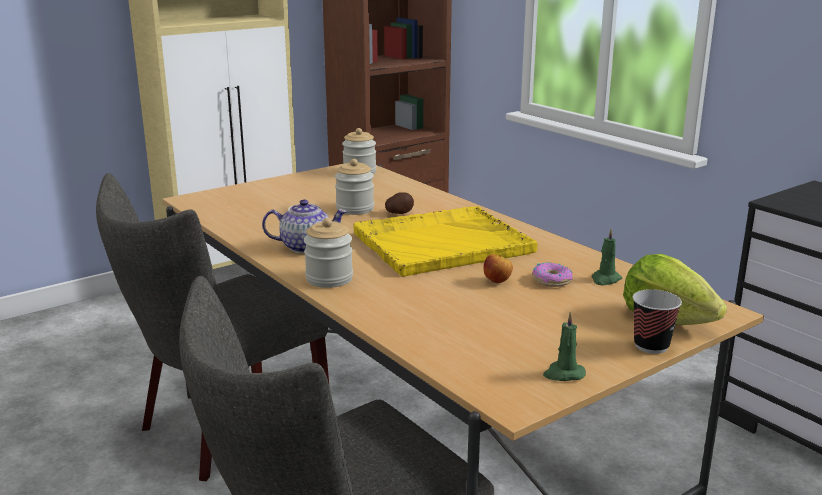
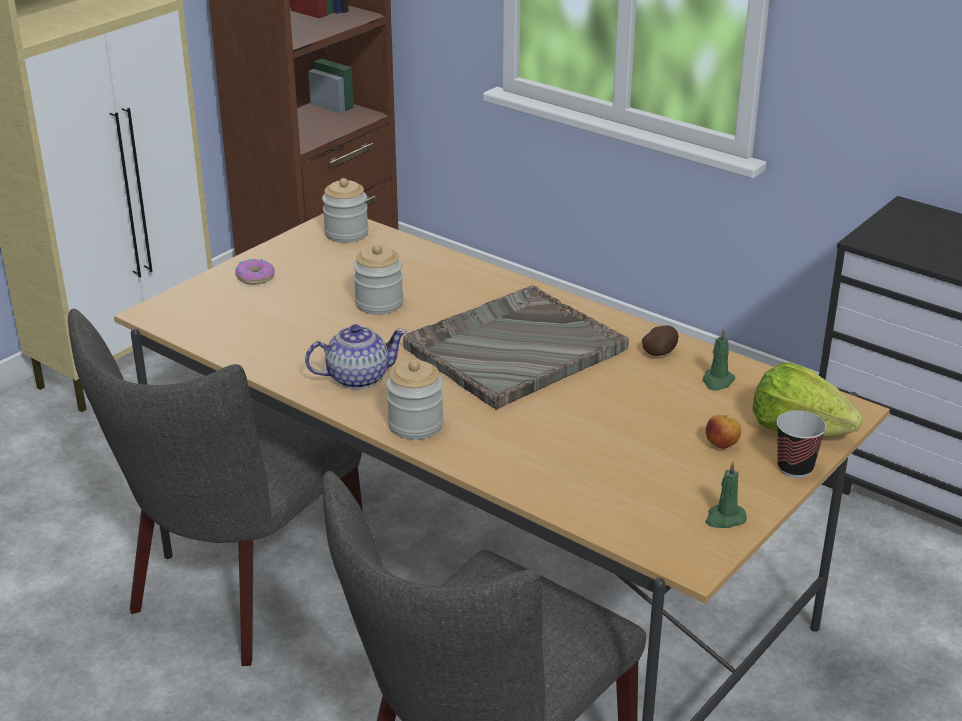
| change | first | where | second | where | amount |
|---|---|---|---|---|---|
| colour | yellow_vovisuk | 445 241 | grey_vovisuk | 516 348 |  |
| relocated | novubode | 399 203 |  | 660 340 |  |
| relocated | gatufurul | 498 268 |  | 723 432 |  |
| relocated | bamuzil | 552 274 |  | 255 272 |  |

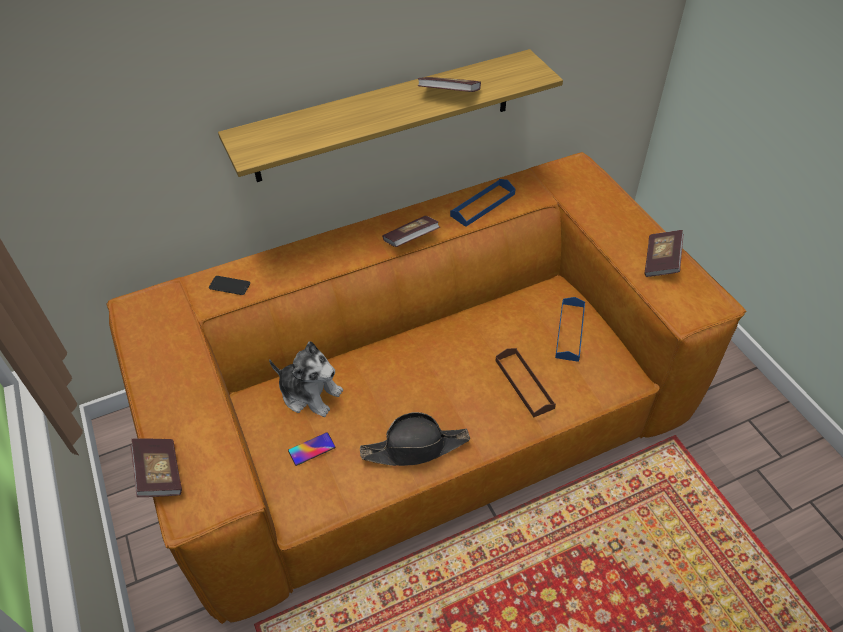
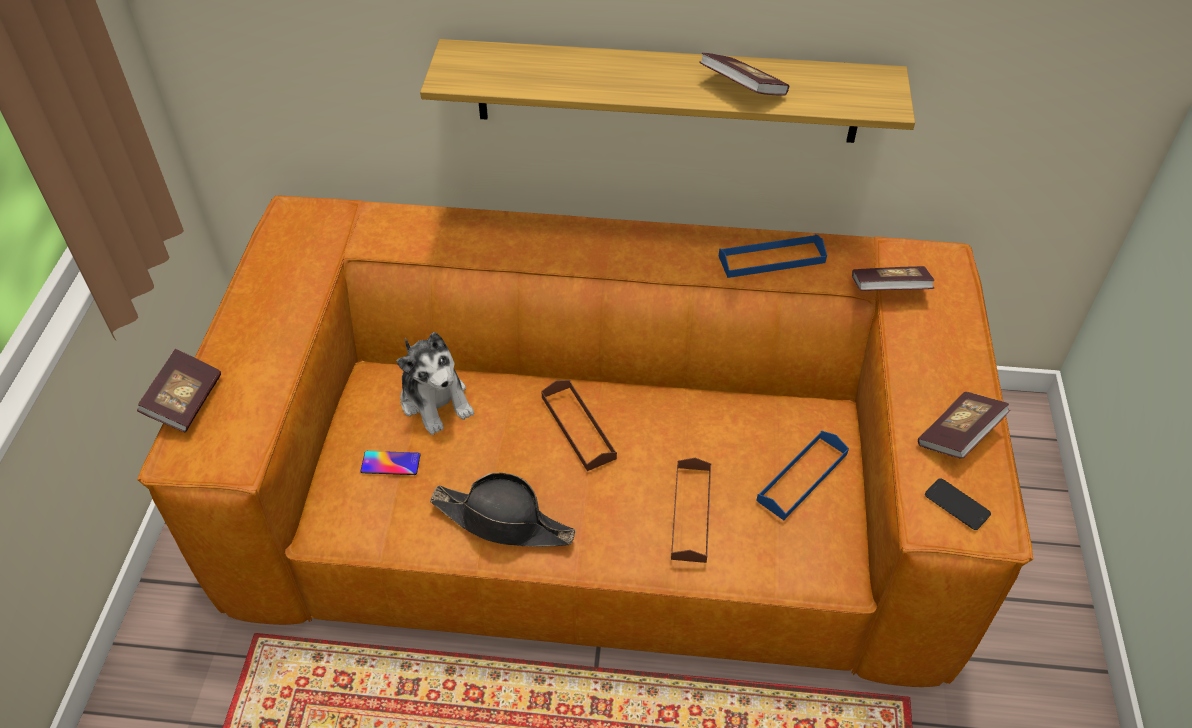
| change | first | where | second | where | amount |
|---|---|---|---|---|---|
| relocated | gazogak | 229 285 |  | 958 504 |  |
| relocated | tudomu | 411 231 |  | 893 278 |  |
| appeared |  |  | brown_vovisuk | 579 425 |  |

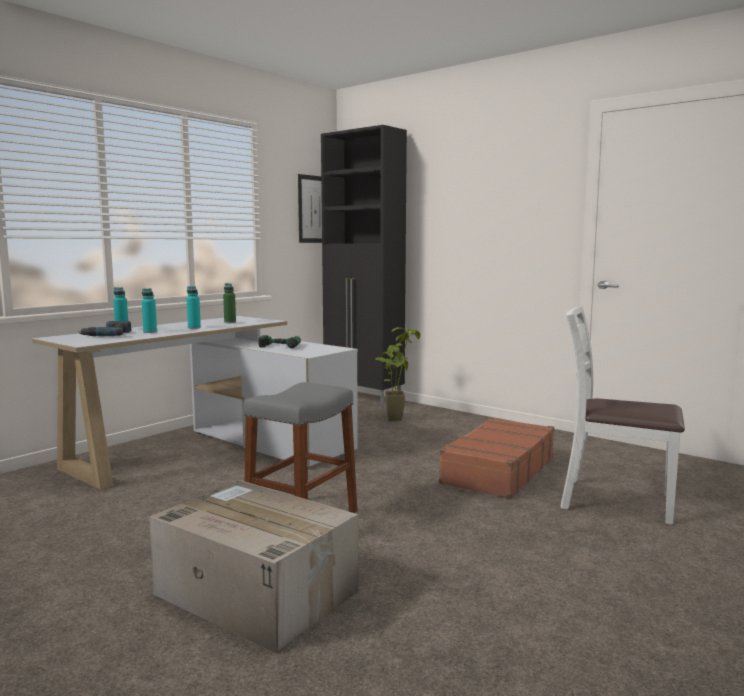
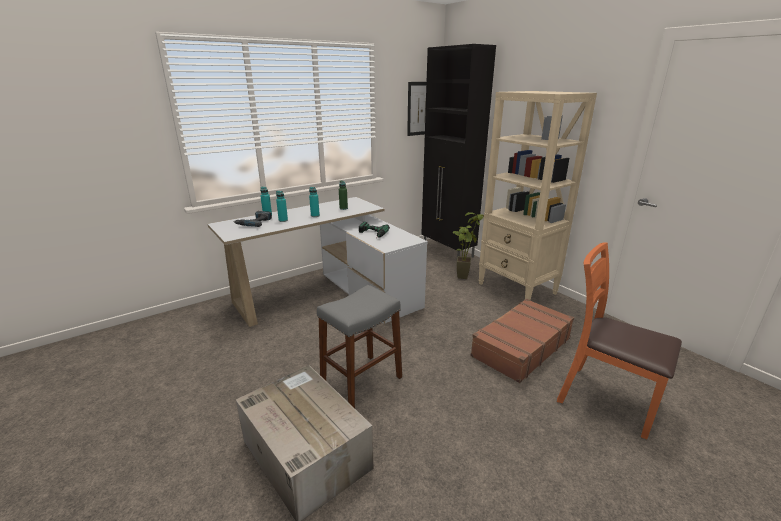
| change | first | where | second | where | amount |
|---|---|---|---|---|---|
| colour | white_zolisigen | 623 415 | orange_zolisigen | 619 341 |  |
| appeared |  |  | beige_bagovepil | 537 195 |  |

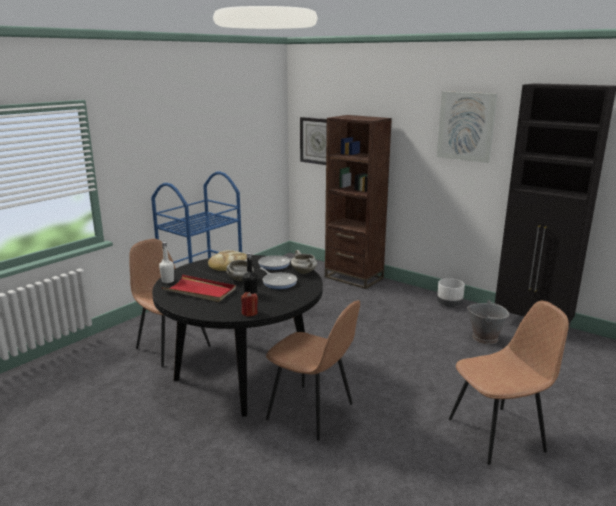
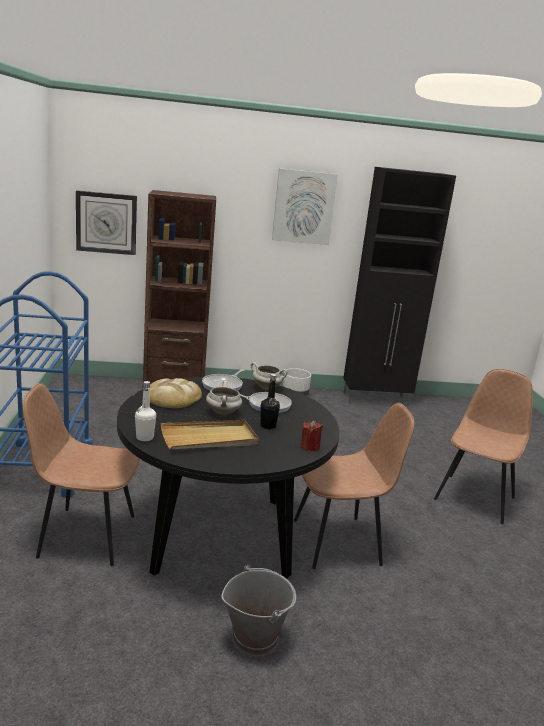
| change | first | where | second | where | amount |
|---|---|---|---|---|---|
| colour | red_vovisuk | 199 288 | beige_vovisuk | 209 434 |  |
| relocated | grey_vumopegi | 488 322 |  | 258 610 |  |

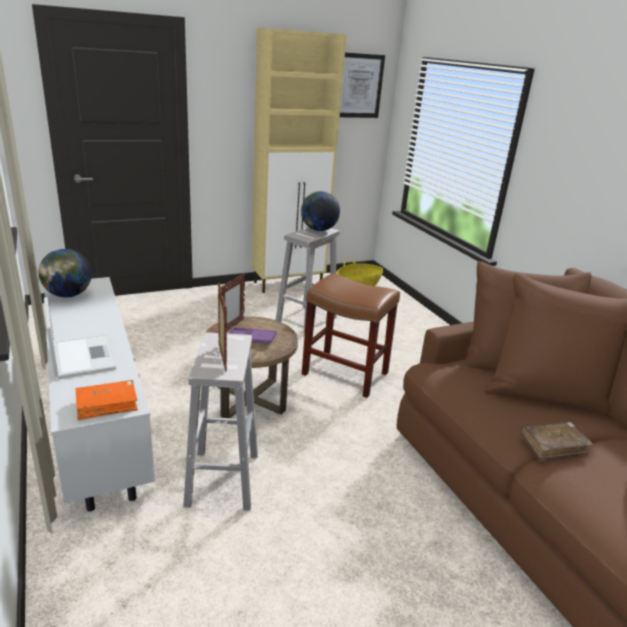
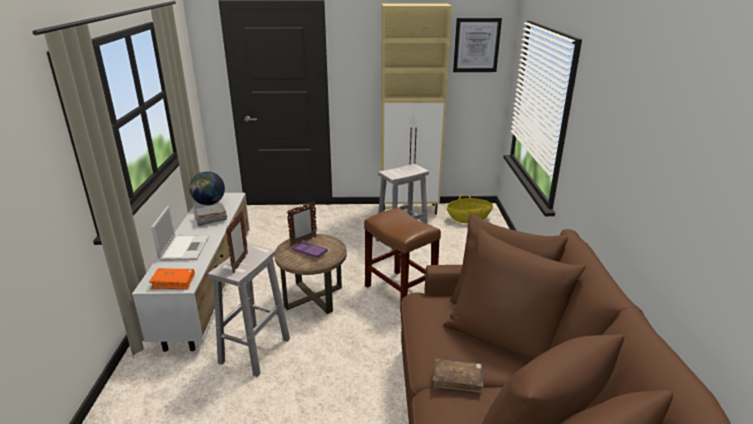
| change | first | where | second | where | amount |
|---|---|---|---|---|---|
| missing | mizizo | 320 211 |  |  |  |
| appeared |  |  | grey_tudomu | 210 215 |  |

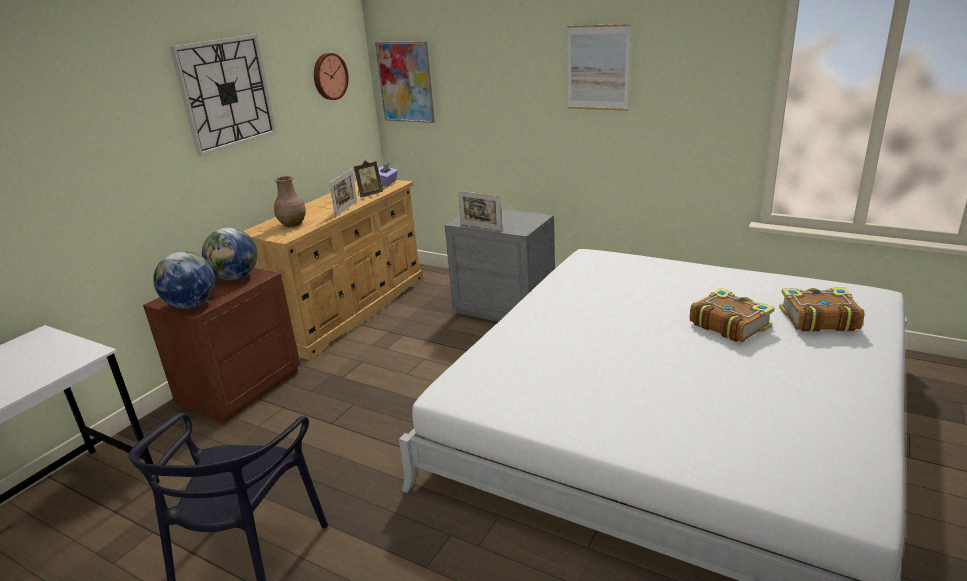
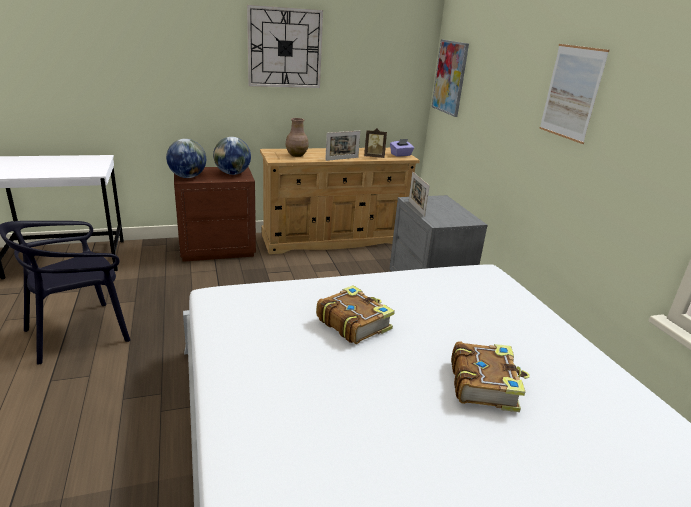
| change | first | where | second | where | amount |
|---|---|---|---|---|---|
| missing | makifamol | 331 76 |  |  |  |
| relocated | tudomu | 821 309 |  | 355 314 |  |

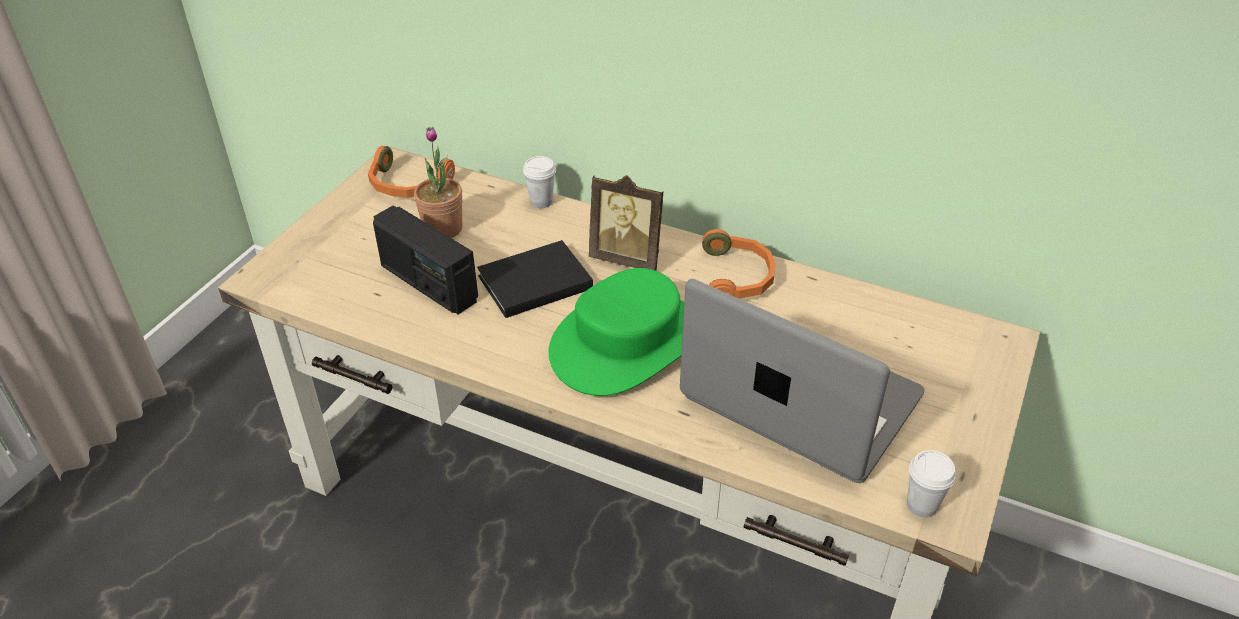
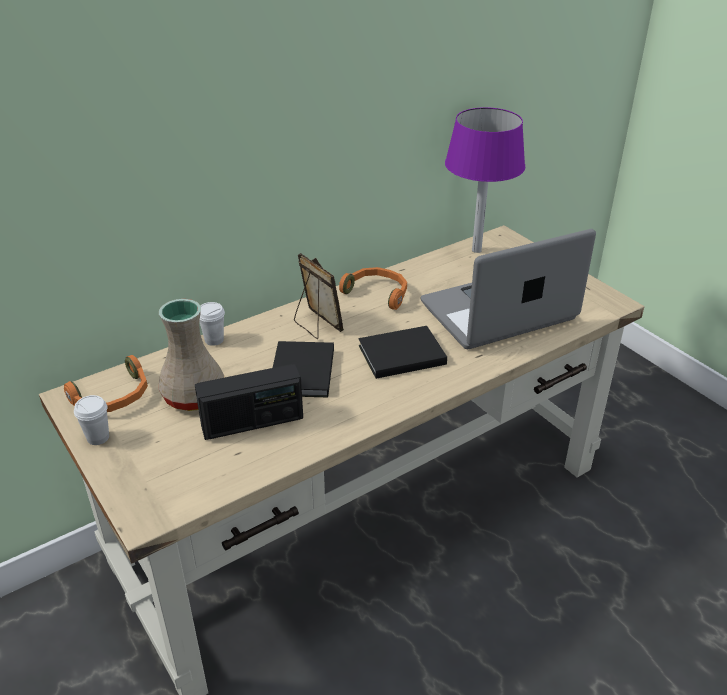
| change | first | where | second | where | amount |
|---|---|---|---|---|---|
| exchanged | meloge | 438 182 | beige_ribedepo | 191 355 |  |
| exchanged | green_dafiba | 616 332 | black_tudomu | 403 352 |  |
| spun | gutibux | 626 223 |  | 319 296 | 90 degrees counterclockwise |
| relocated | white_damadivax | 931 483 |  | 91 420 |  |
| appeared |  |  | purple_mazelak | 485 180 |  |

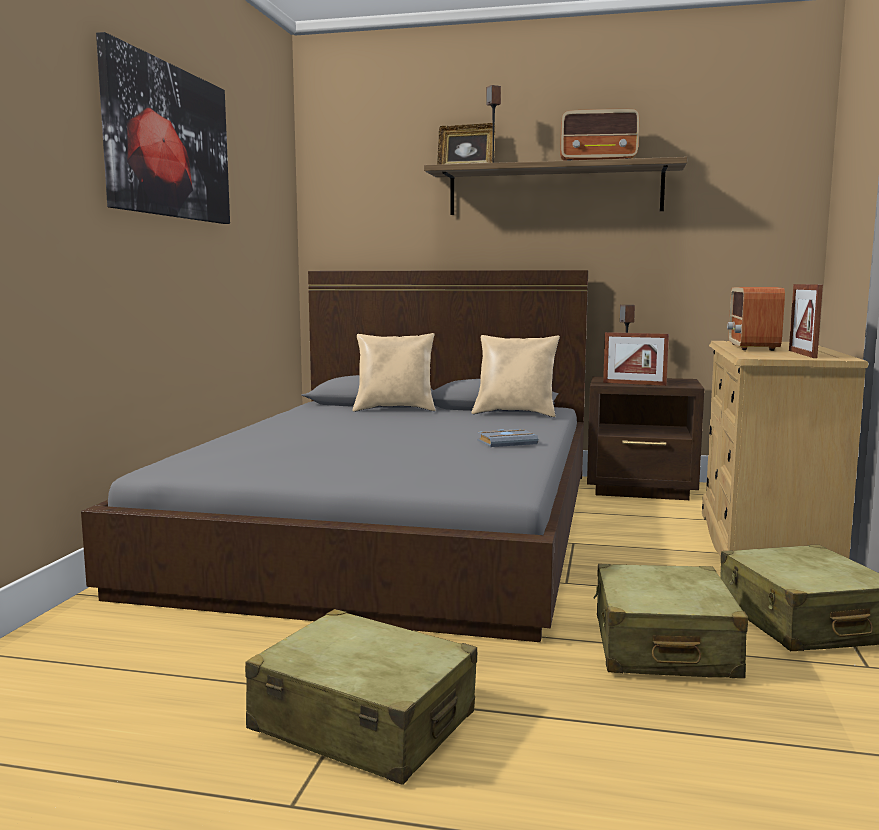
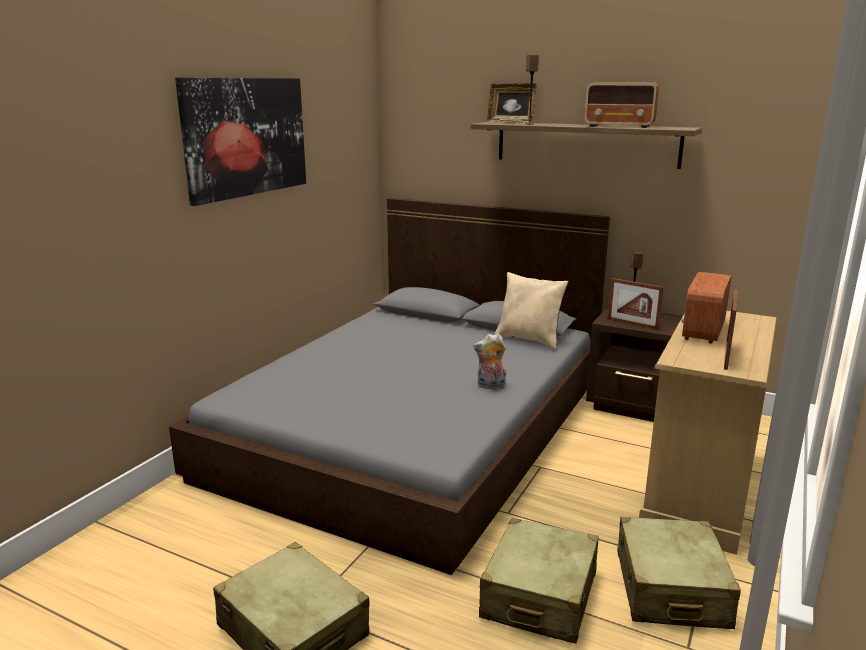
| change | first | where | second | where | amount |
|---|---|---|---|---|---|
| missing | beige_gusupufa | 393 372 |  |  |  |
| exchanged | grey_tudomu | 507 438 | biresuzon | 490 362 |  |

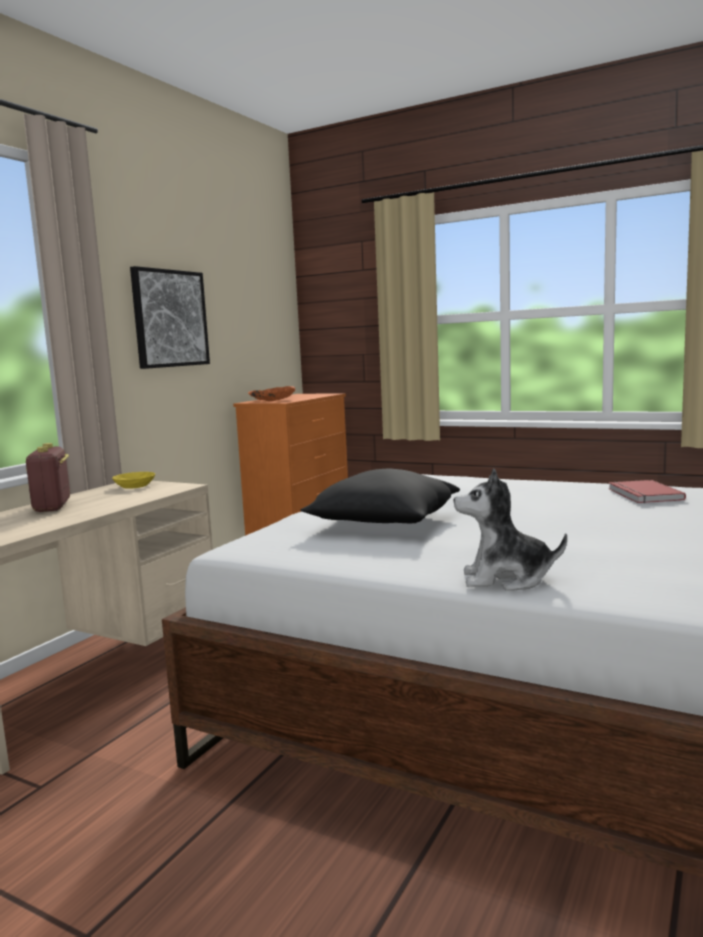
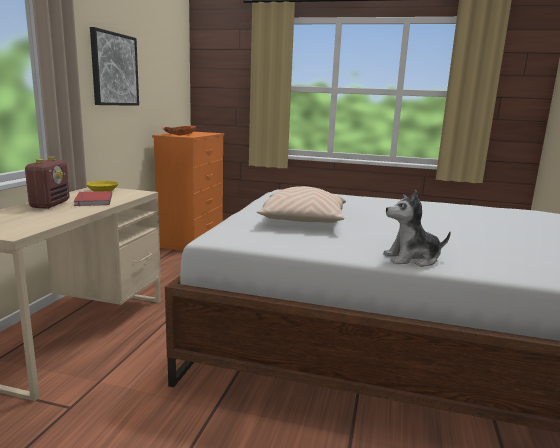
| change | first | where | second | where | amount |
|---|---|---|---|---|---|
| spun | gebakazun | 48 477 |  | 47 183 | 150 degrees counterclockwise |
| colour | black_gusupufa | 380 496 | beige_gusupufa | 301 204 |  |
| relocated | red_tudomu | 647 491 |  | 93 198 |  |

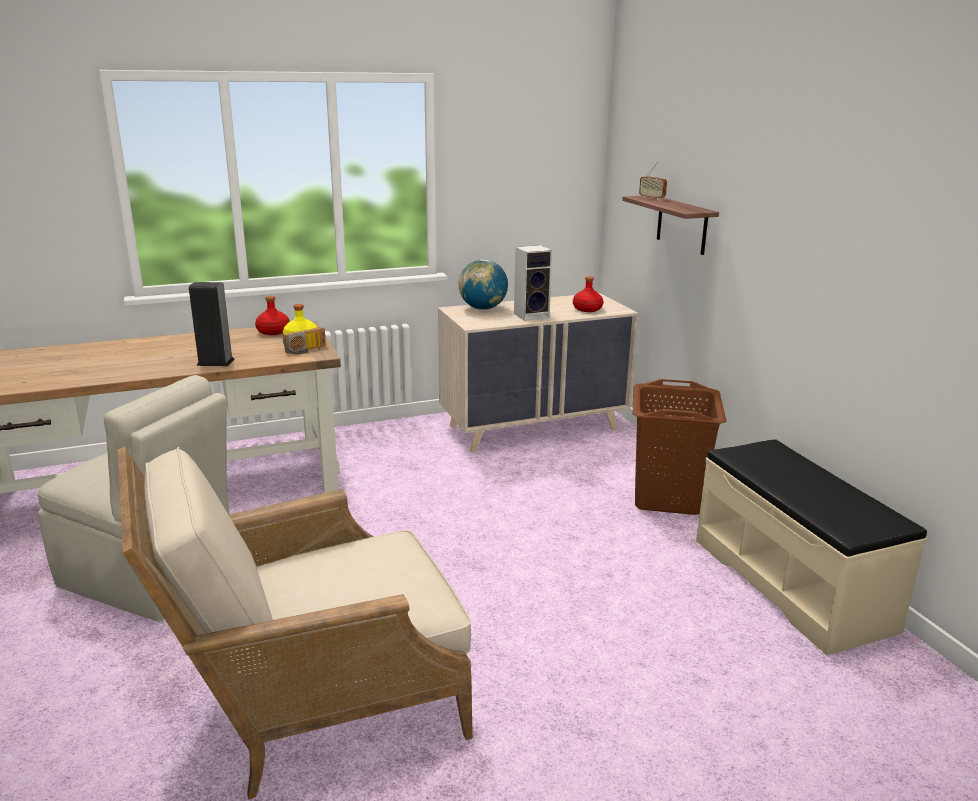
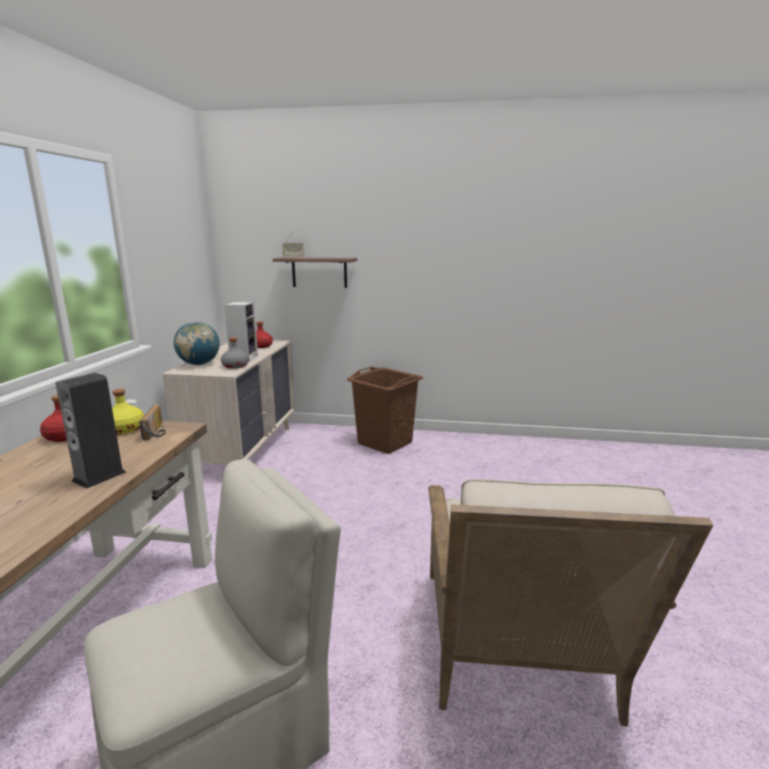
| change | first | where | second | where | amount |
|---|---|---|---|---|---|
| missing | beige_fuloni | 811 547 |  |  |  |
| appeared |  |  | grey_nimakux | 235 353 |  |

